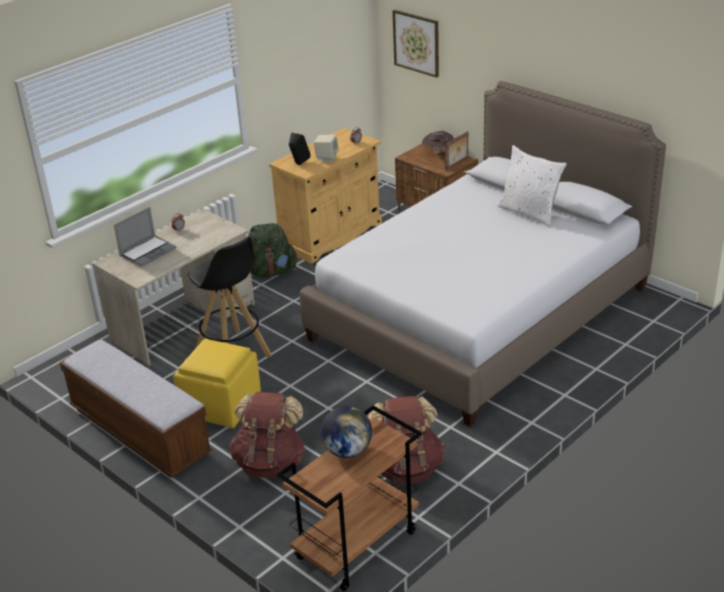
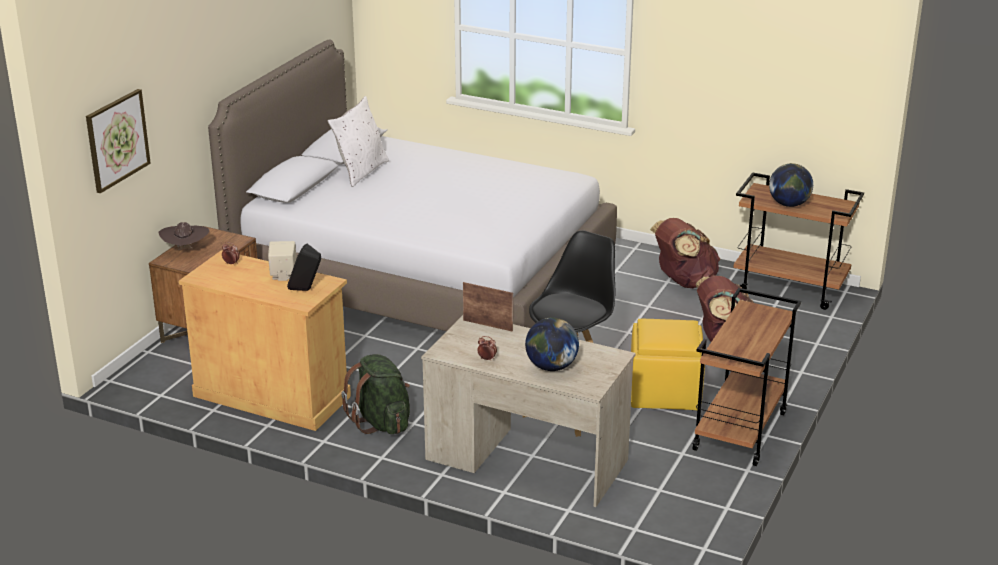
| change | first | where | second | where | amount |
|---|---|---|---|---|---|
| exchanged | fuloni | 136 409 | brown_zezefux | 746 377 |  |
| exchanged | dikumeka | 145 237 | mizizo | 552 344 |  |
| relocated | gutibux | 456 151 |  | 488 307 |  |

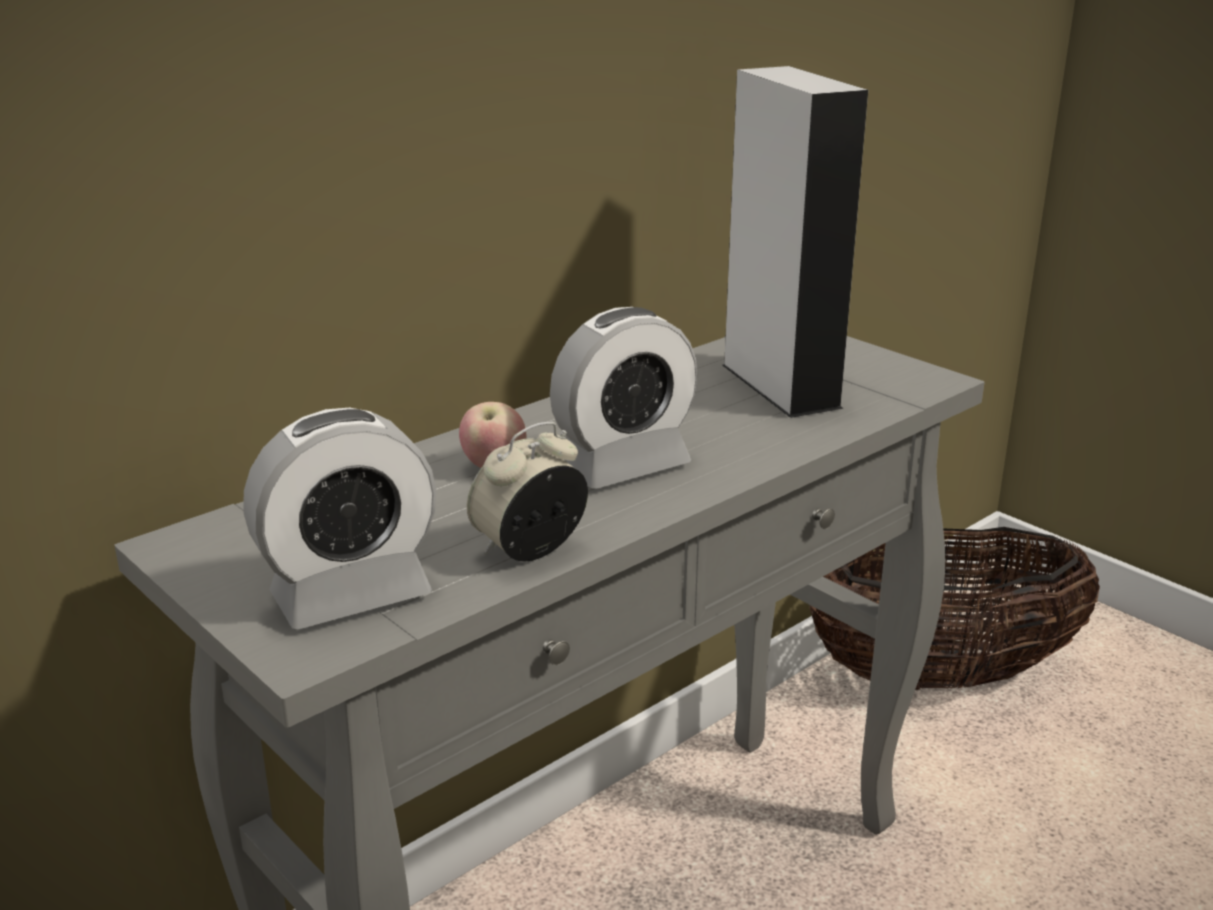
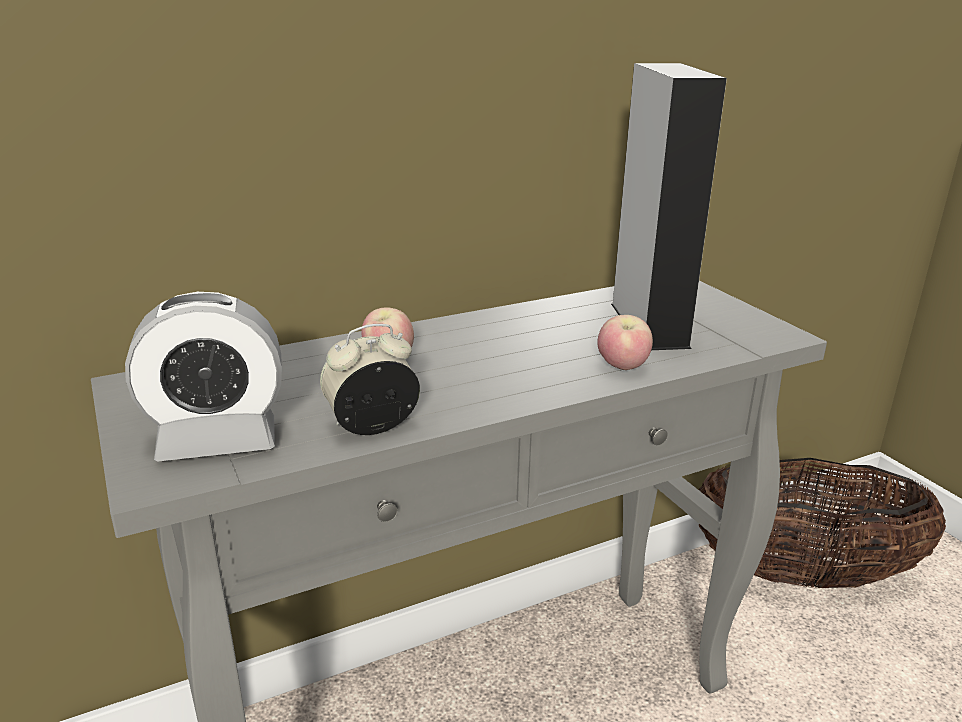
| change | first | where | second | where | amount |
|---|---|---|---|---|---|
| missing | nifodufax | 623 398 |  |  |  |
| appeared |  |  | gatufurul | 625 342 |  |

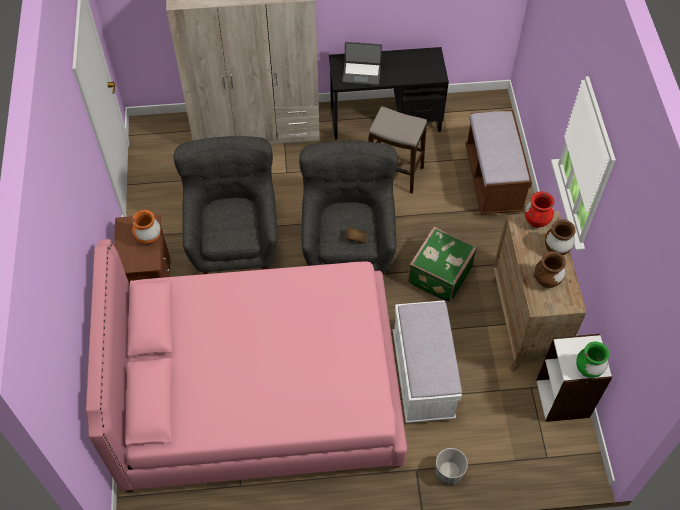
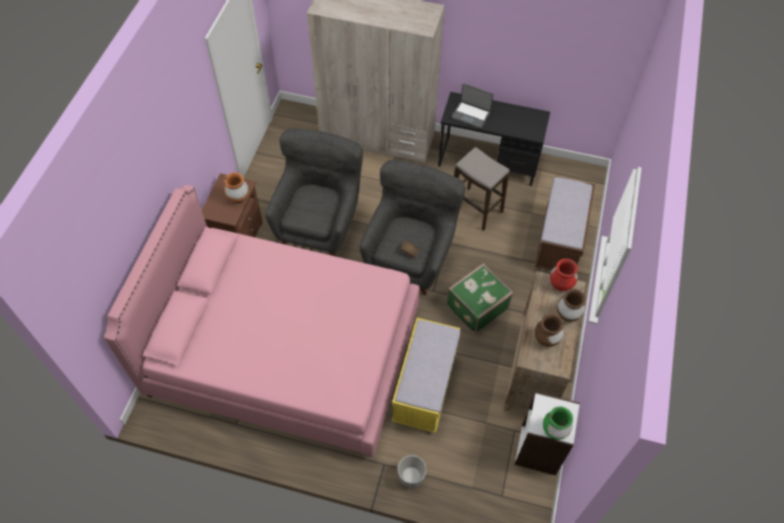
| change | first | where | second | where | amount |
|---|---|---|---|---|---|
| colour | white_fuloni | 427 361 | yellow_fuloni | 426 375 |  |

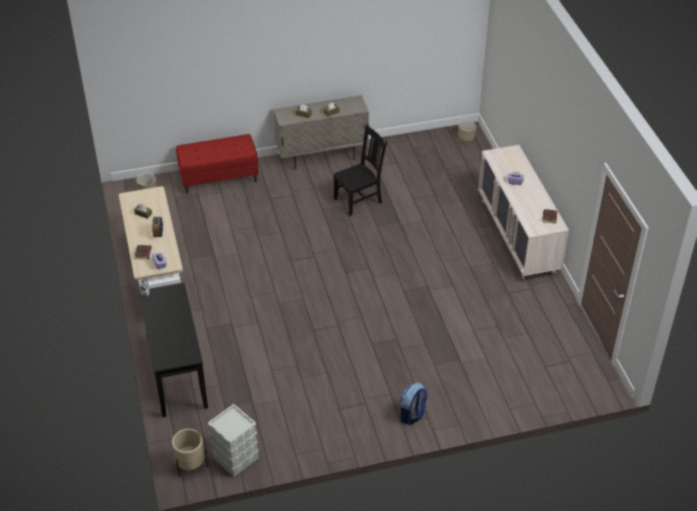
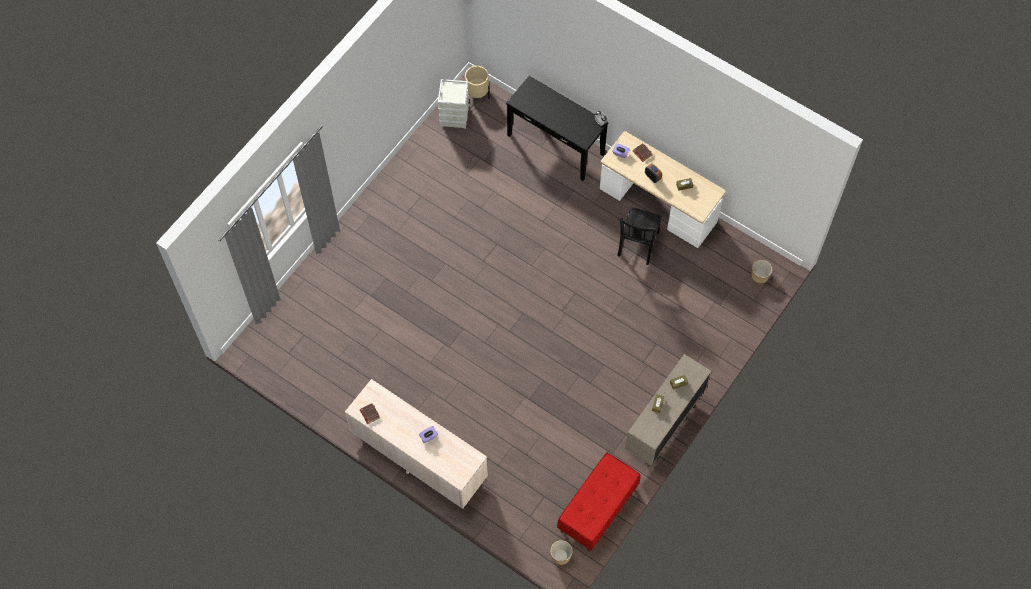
| change | first | where | second | where | amount |
|---|---|---|---|---|---|
| relocated | red_fuloni | 217 164 |  | 599 502 |  |
| relocated | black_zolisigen | 360 170 |  | 639 236 |  |
| missing | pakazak | 414 403 |  |  |  |

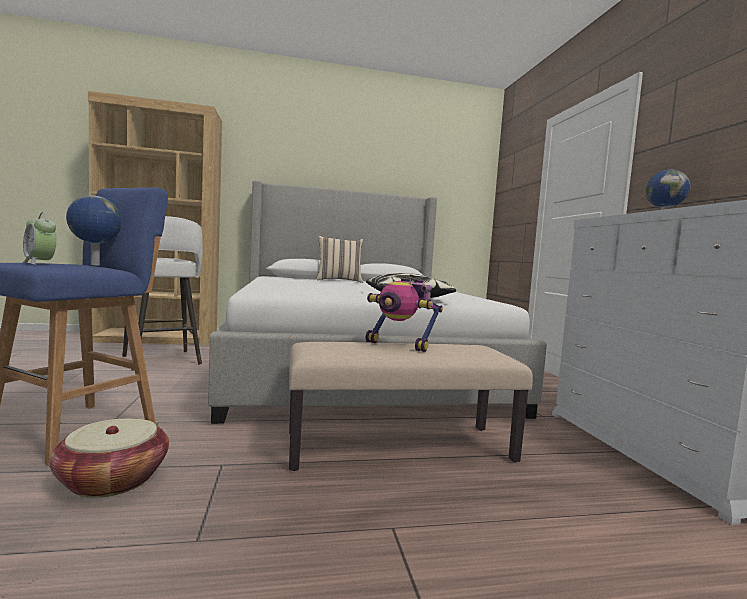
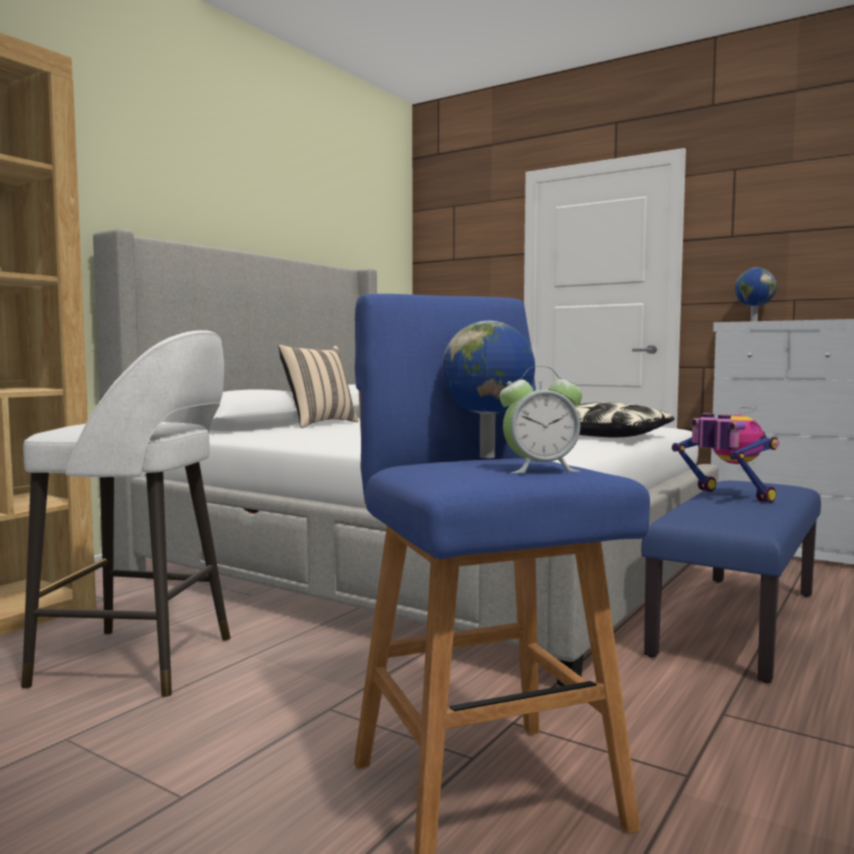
| change | first | where | second | where | amount |
|---|---|---|---|---|---|
| missing | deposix | 109 458 |  |  |  |
| colour | beige_fuloni | 411 406 | blue_fuloni | 731 581 |  |
| spun | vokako | 404 315 |  | 726 458 | 105 degrees counterclockwise |

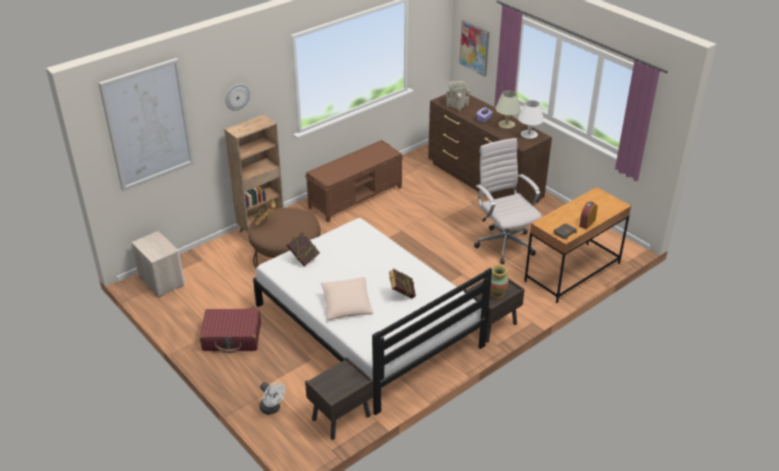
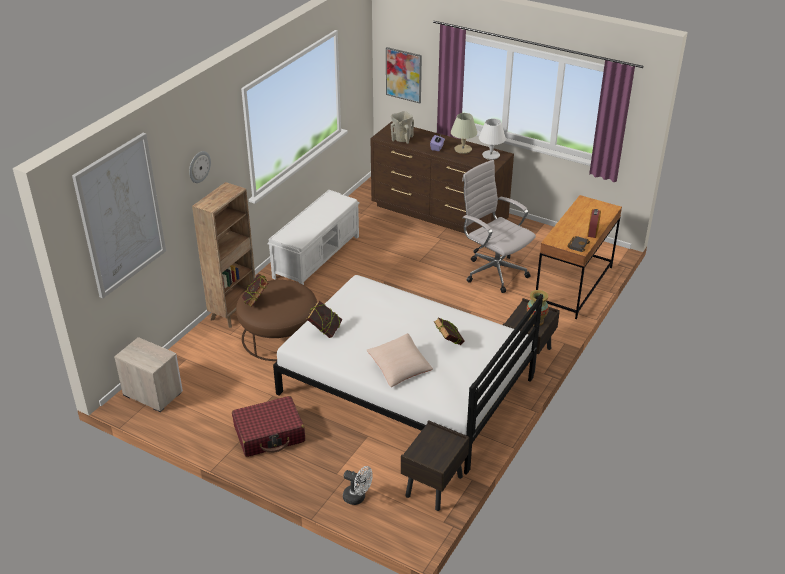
| change | first | where | second | where | amount |
|---|---|---|---|---|---|
| colour | brown_fuloni | 354 181 | white_fuloni | 313 237 |  |

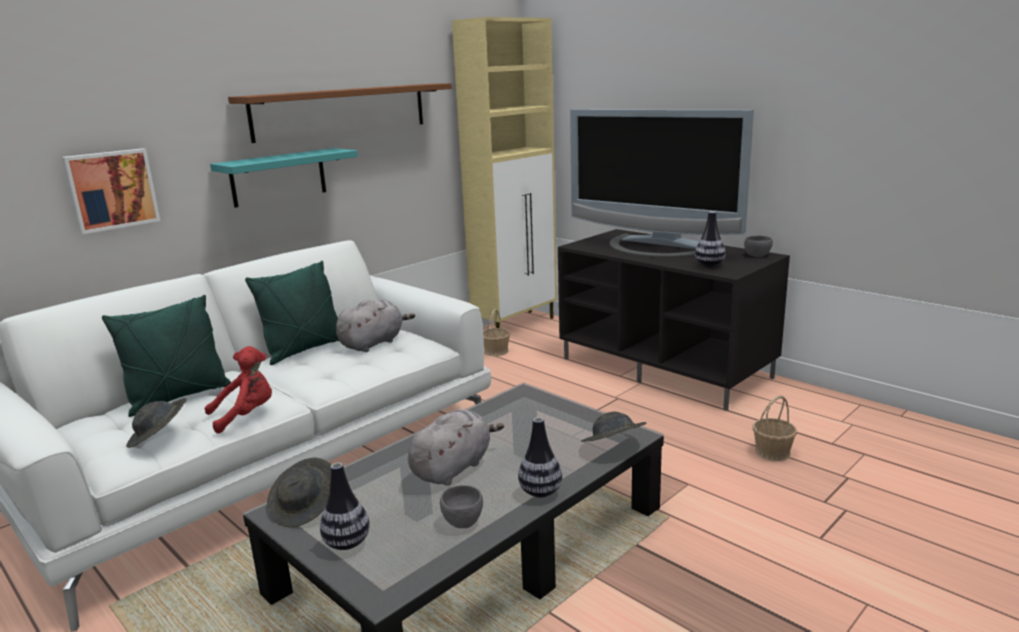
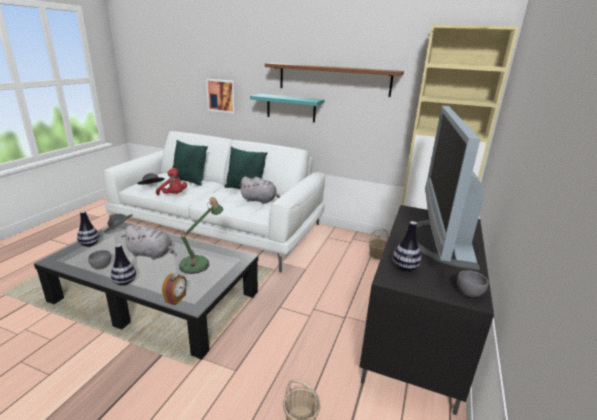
| change | first | where | second | where | amount |
|---|---|---|---|---|---|
| exchanged | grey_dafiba | 614 427 | nifodufax | 174 289 |  |
| appeared |  |  | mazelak | 201 235 |  |

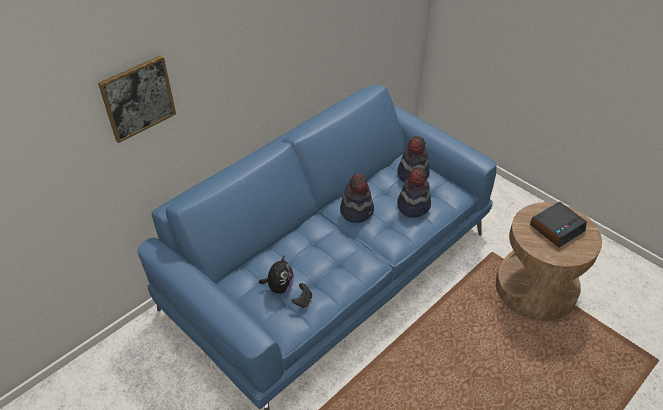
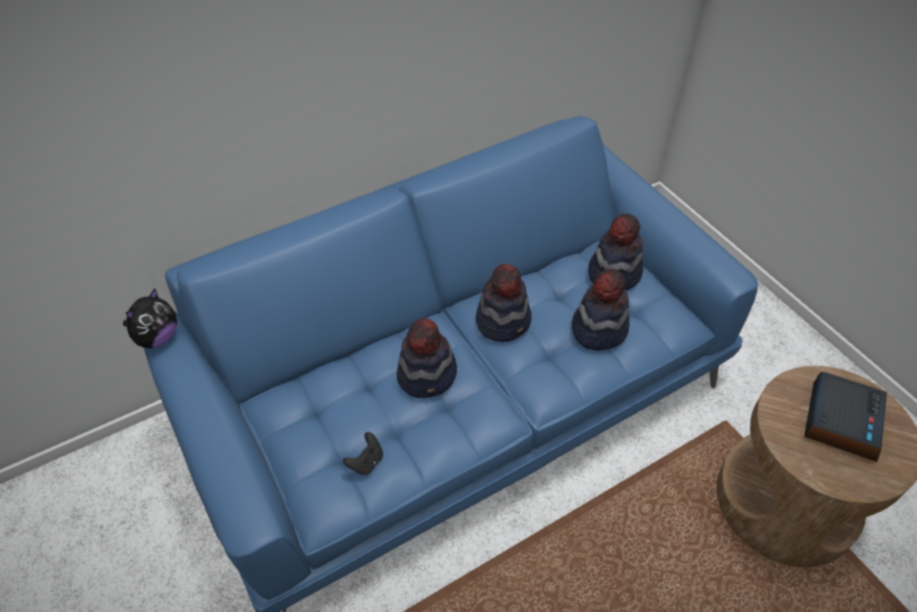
| change | first | where | second | where | amount |
|---|---|---|---|---|---|
| missing | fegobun | 137 99 |  |  |  |
| relocated | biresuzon | 276 274 |  | 150 318 |  |
| spun | nifodufax | 558 225 |  | 845 417 | 45 degrees counterclockwise |
| appeared |  |  | dafiba | 427 358 |  |

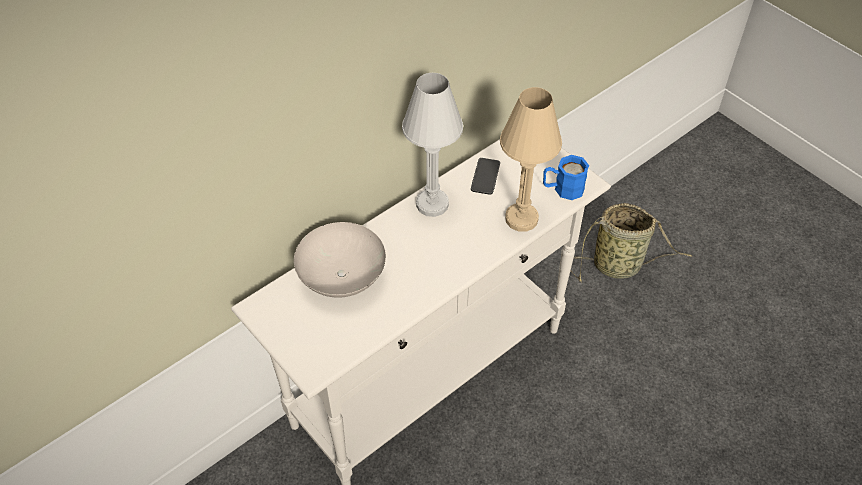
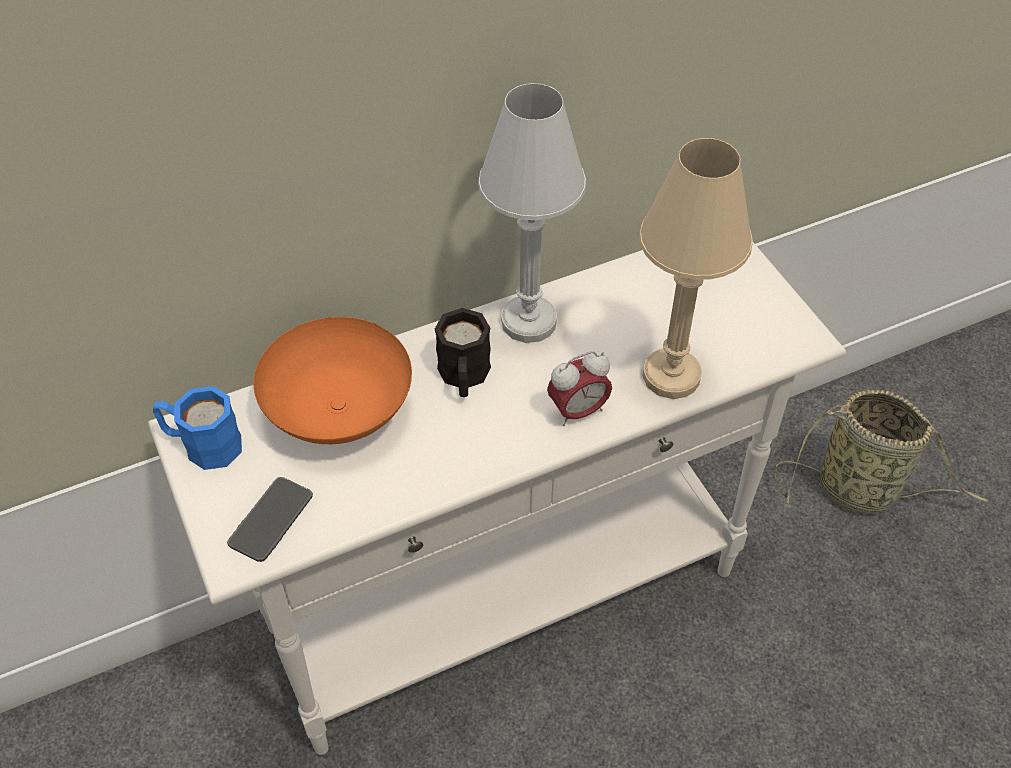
| change | first | where | second | where | amount |
|---|---|---|---|---|---|
| colour | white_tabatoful | 340 260 | orange_tabatoful | 333 380 |  |
| relocated | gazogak | 485 176 |  | 270 519 |  |
| relocated | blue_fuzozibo | 566 177 |  | 197 428 |  |
| appeared |  |  | black_fuzozibo | 463 352 |  |
| appeared |  |  | nifodufax | 579 388 |  |

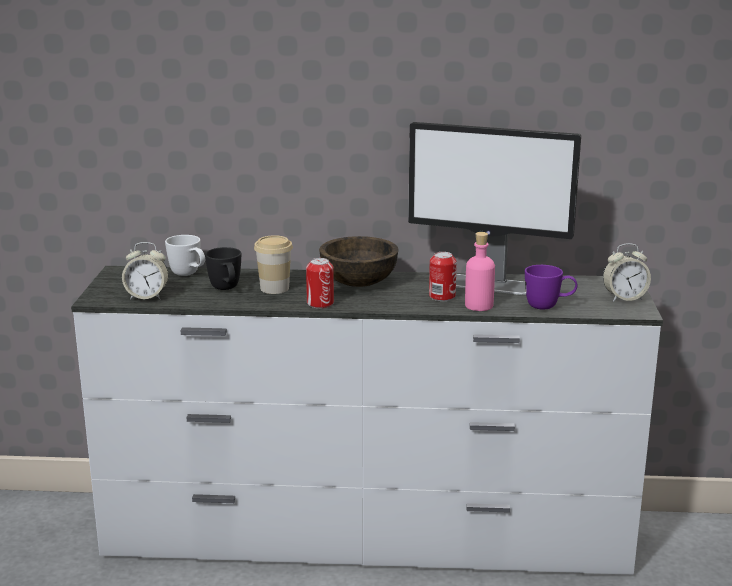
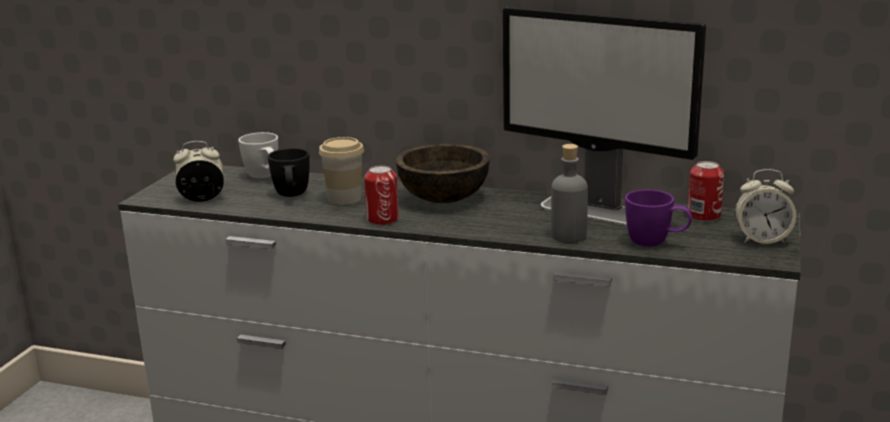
| change | first | where | second | where | amount |
|---|---|---|---|---|---|
| spun | nifodufax | 145 270 |  | 198 171 | 150 degrees clockwise |
| relocated | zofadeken | 443 276 |  | 706 191 |  |
| colour | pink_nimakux | 480 271 | grey_nimakux | 569 193 |  |

